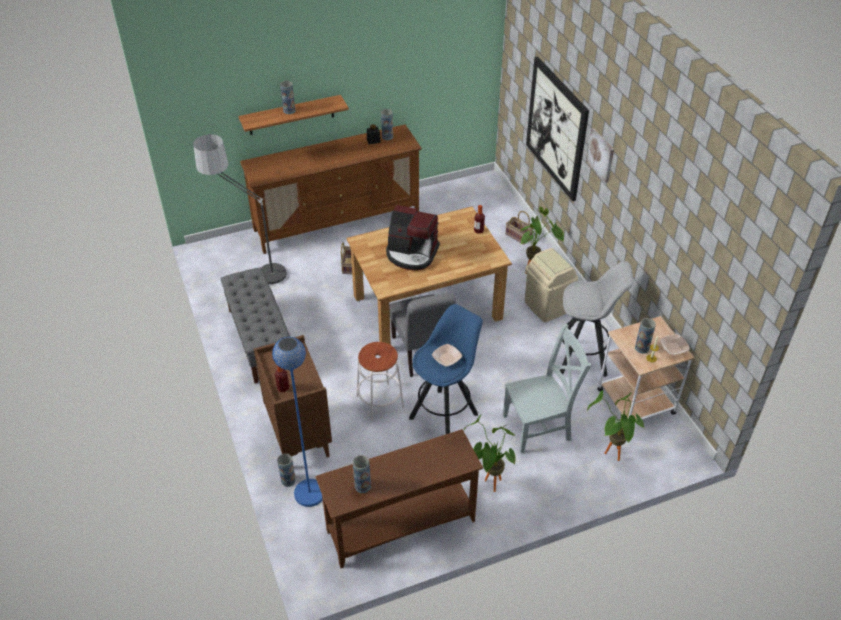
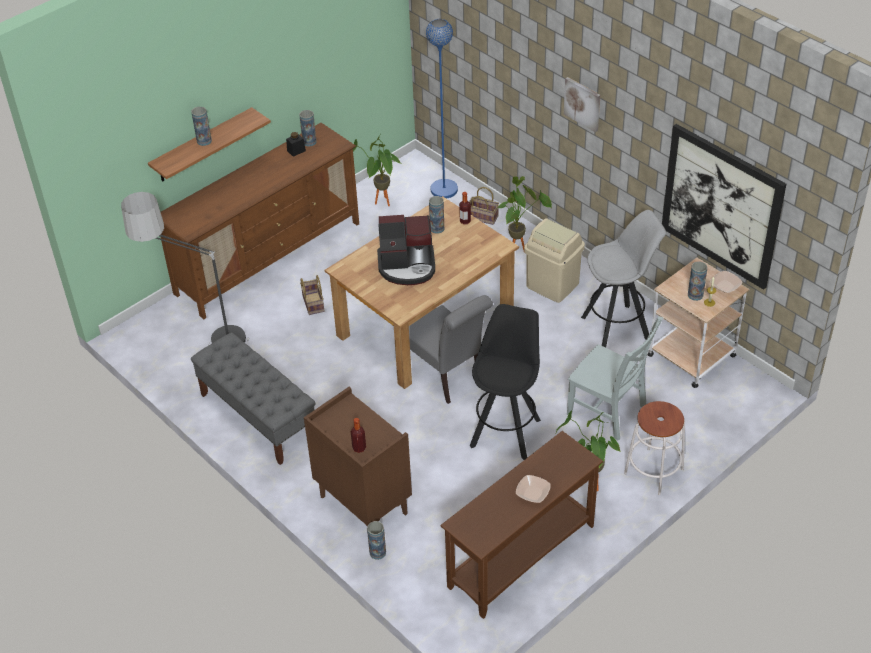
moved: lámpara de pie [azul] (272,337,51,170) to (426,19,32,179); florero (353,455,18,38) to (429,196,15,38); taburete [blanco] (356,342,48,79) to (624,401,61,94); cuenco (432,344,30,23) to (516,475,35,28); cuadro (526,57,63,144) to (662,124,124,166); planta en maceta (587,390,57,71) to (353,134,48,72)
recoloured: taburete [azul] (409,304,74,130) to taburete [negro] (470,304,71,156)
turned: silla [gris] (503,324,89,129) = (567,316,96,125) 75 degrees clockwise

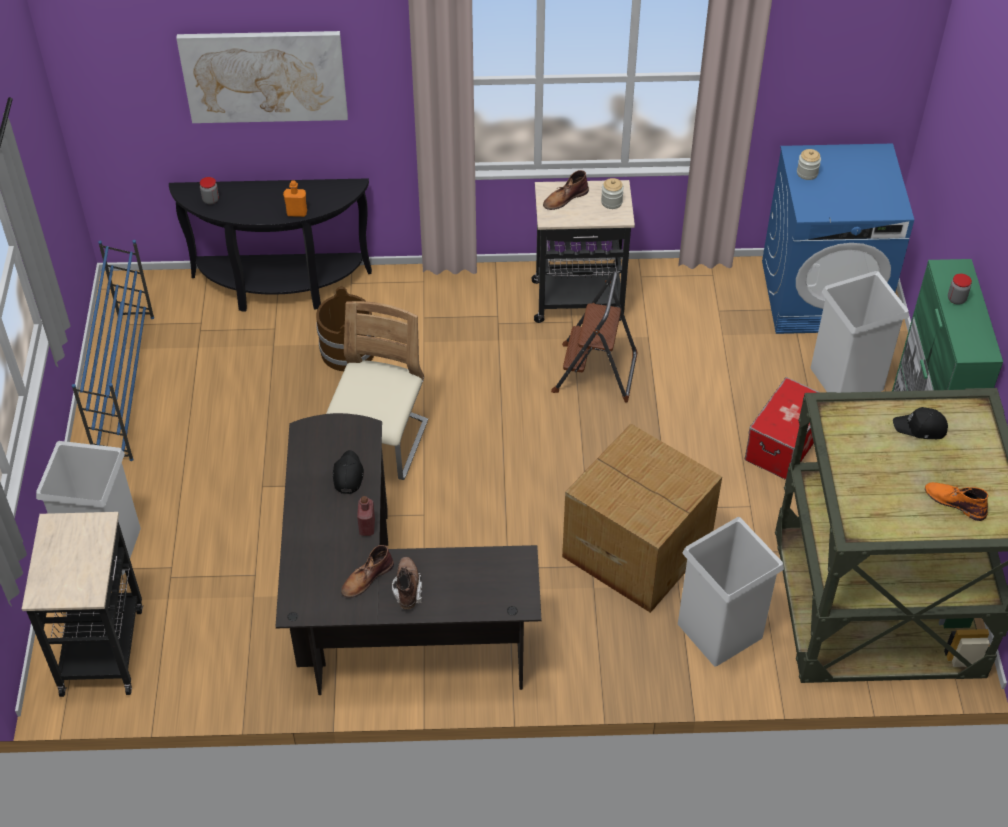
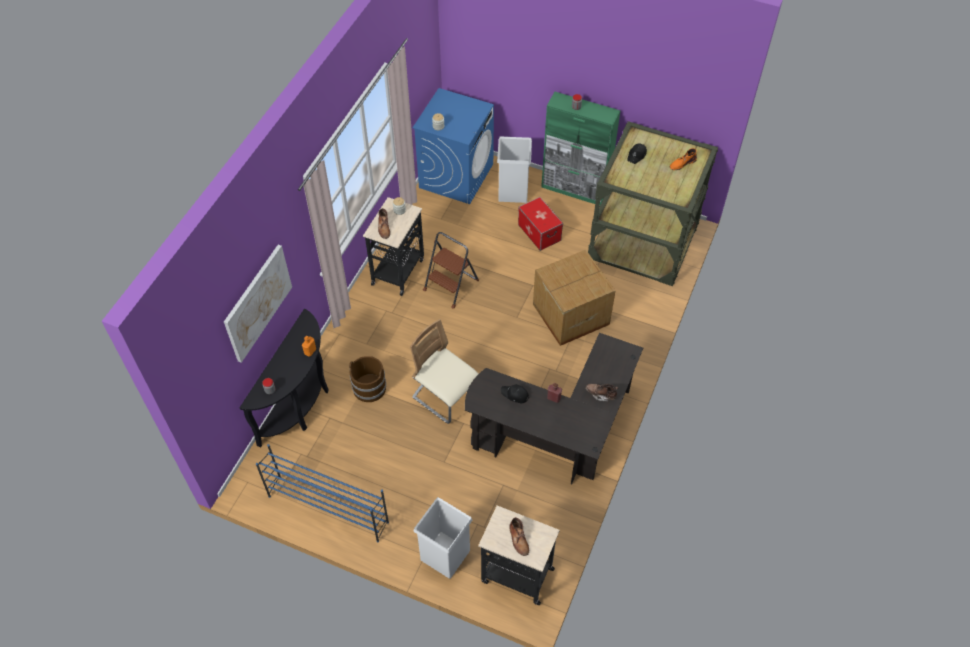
removed: papelera [blanco] (678,517,106,150)
moved: bota [marrón] (341,545,53,53) to (509,517,20,39)

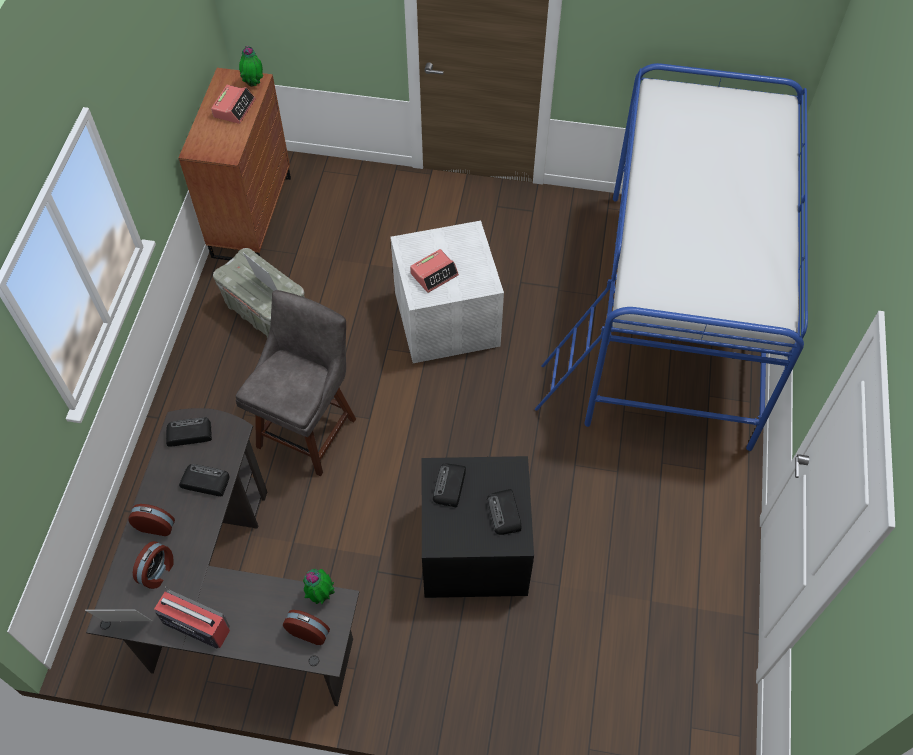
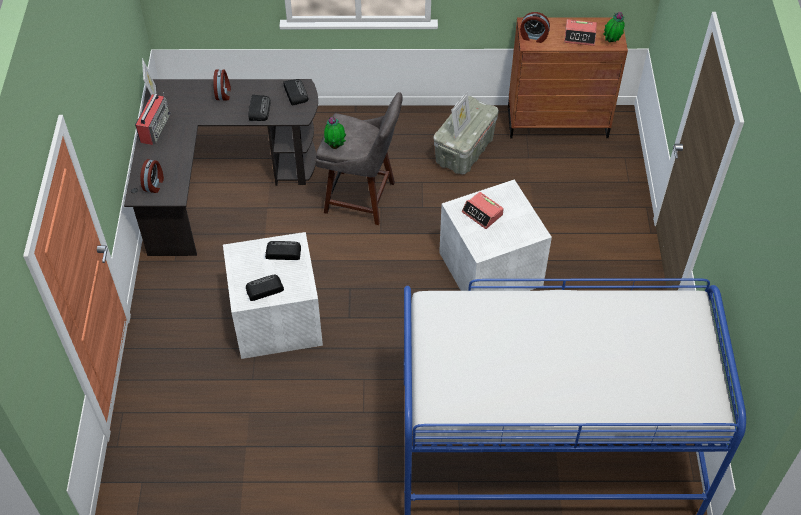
moved: despertador (133,541,41,48) to (520,12,30,31); planta en maceta (303,568,32,36) to (324,116,22,33)
recoloured: caja de almacenaje [negro] (422,456,112,142) to caja de almacenaje [blanco] (223,232,100,127)

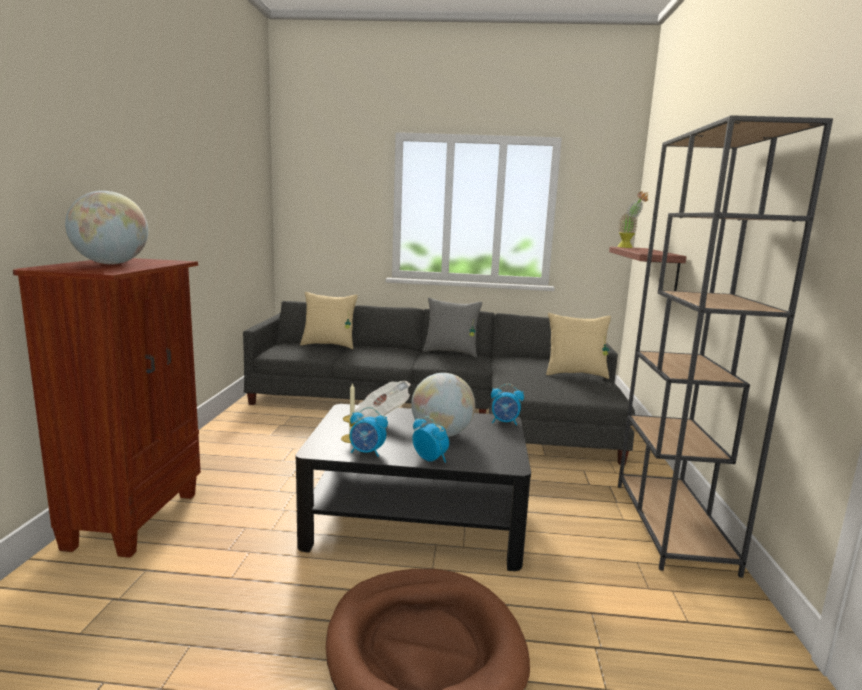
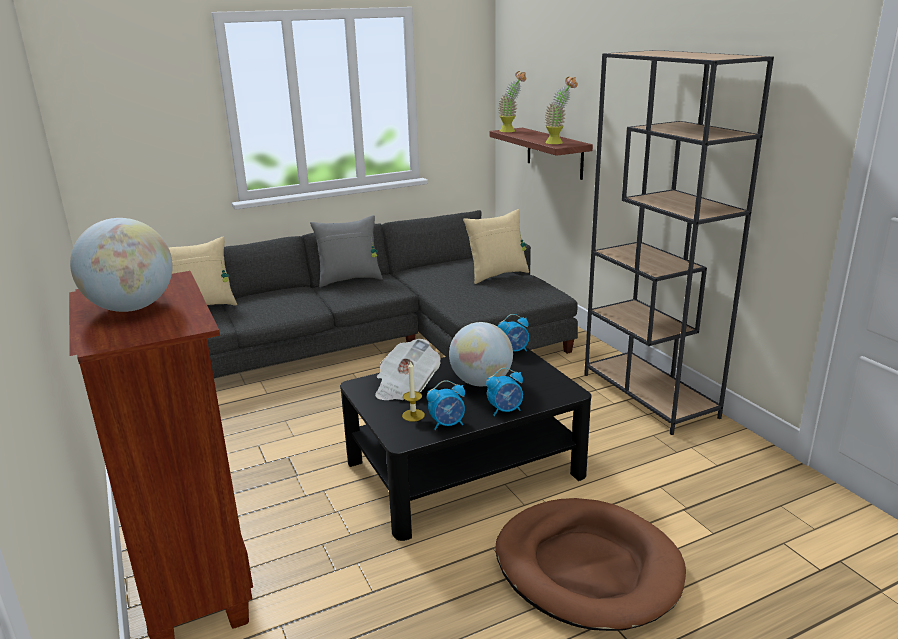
added: planta en maceta (544,77,34,67)
turned: despertador (412,416,37,47) = (486,368,37,48) 150 degrees clockwise

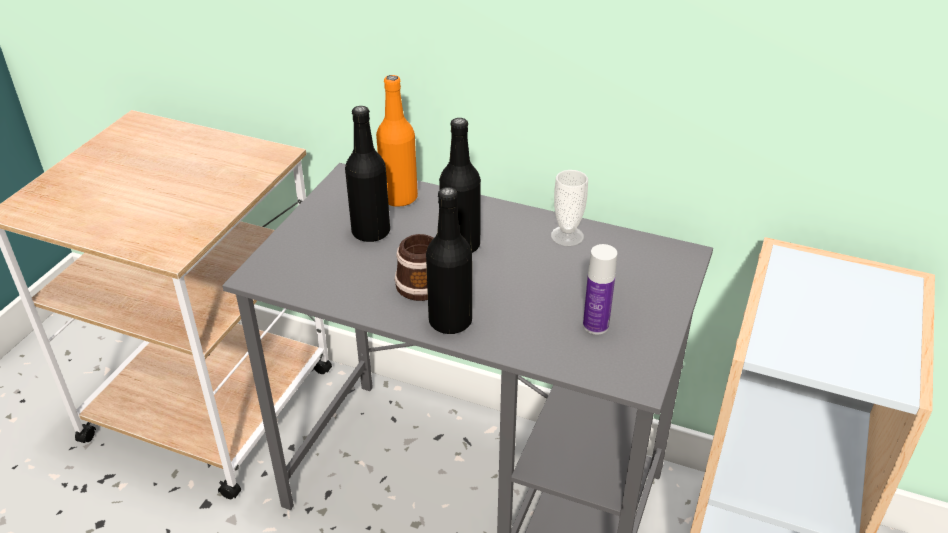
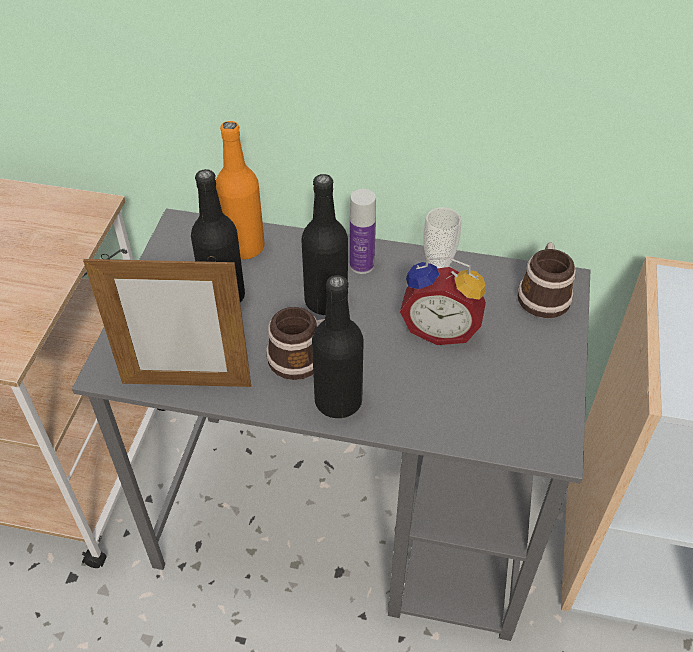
added: portarretratos (83,254,168,133); despertador (400,257,86,88); taza grande (518,242,58,76)
moved: botella (583,244,34,91) to (350,189,26,85)

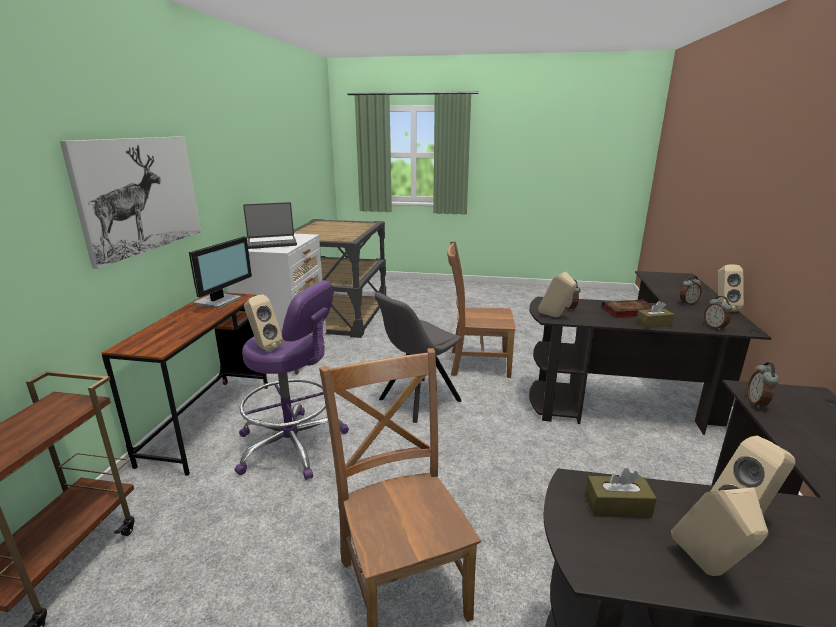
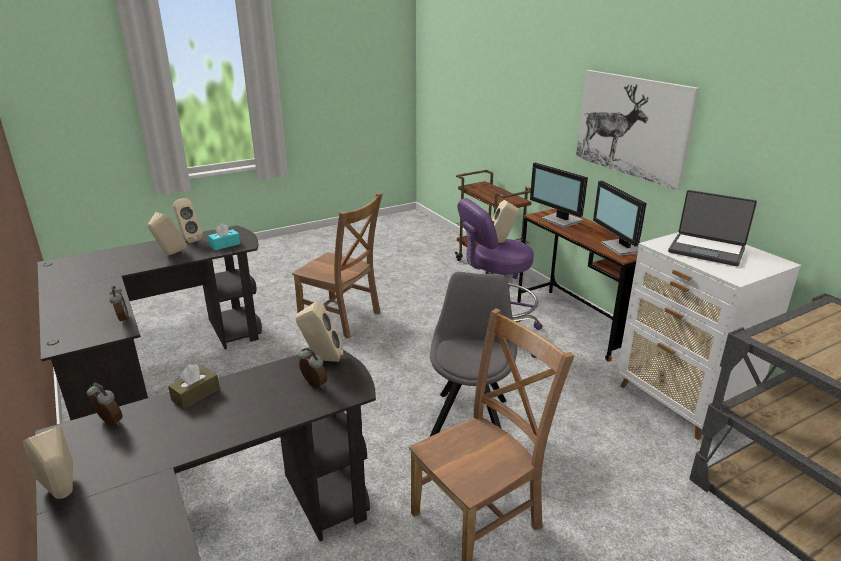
removed: libro (602,300,50,18); despertador (680,275,22,30)
added: monitor (530,163,58,65)
recoloured: caja de pañuelos [marrón] (585,468,72,50) to caja de pañuelos [turquesa] (208,223,32,27)
turned: portátil (243,202,54,47) = (668,190,89,76) 90 degrees counterclockwise

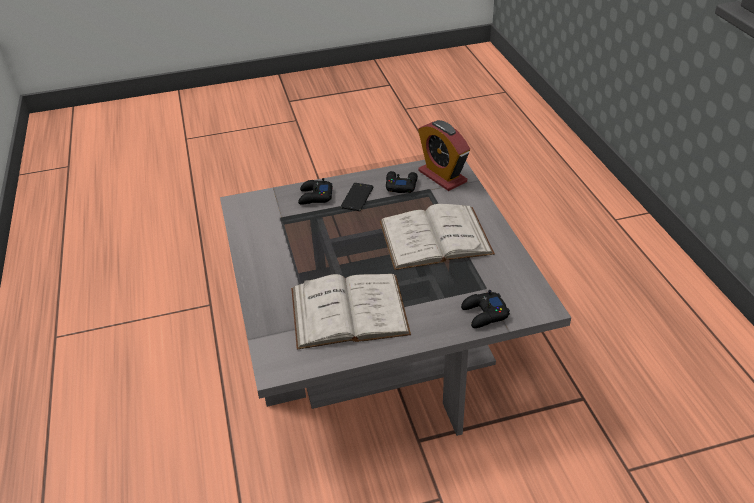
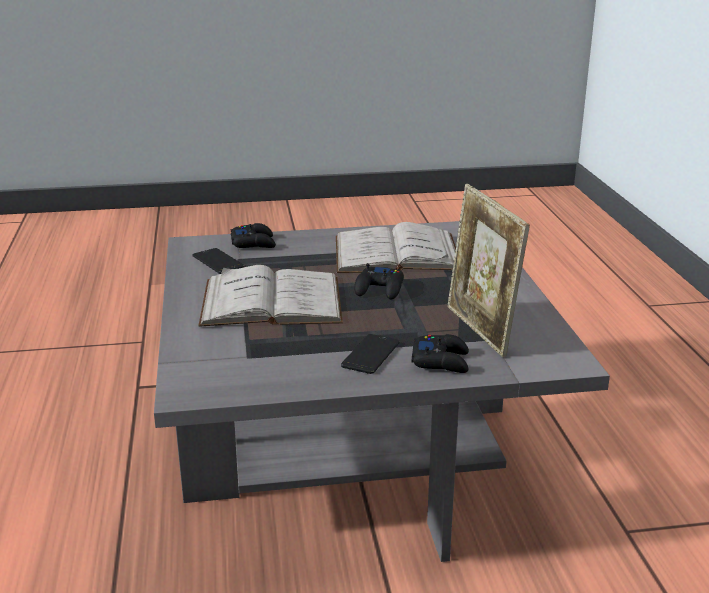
removed: despertador (418,120,52,71)
added: móvil (193,248,51,26); portarretratos (447,184,83,173)
moved: mando de consola [negro] (386,171,32,22) to (354,263,50,37)

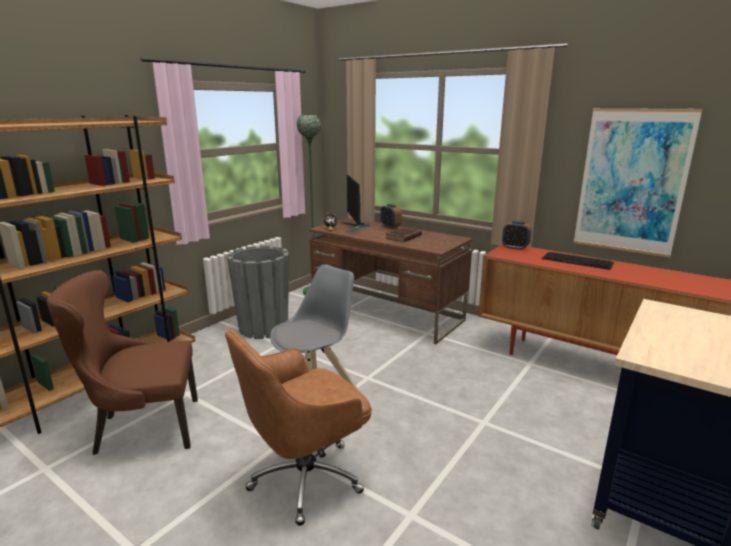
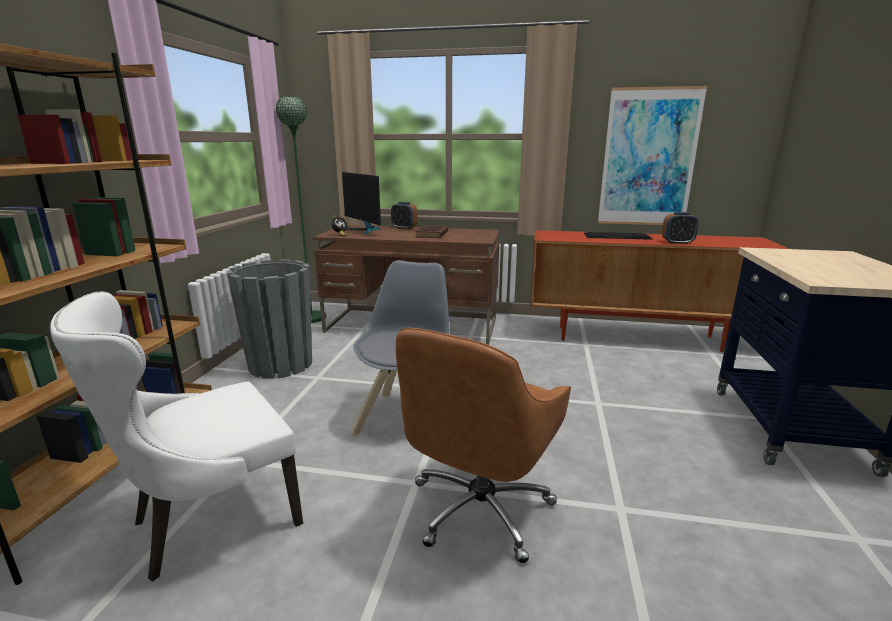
moved: despertador (502,221,30,29) to (662,212,37,32)
recoloured: silla [marrón] (47,270,151,185) to silla [blanco] (50,291,253,291)

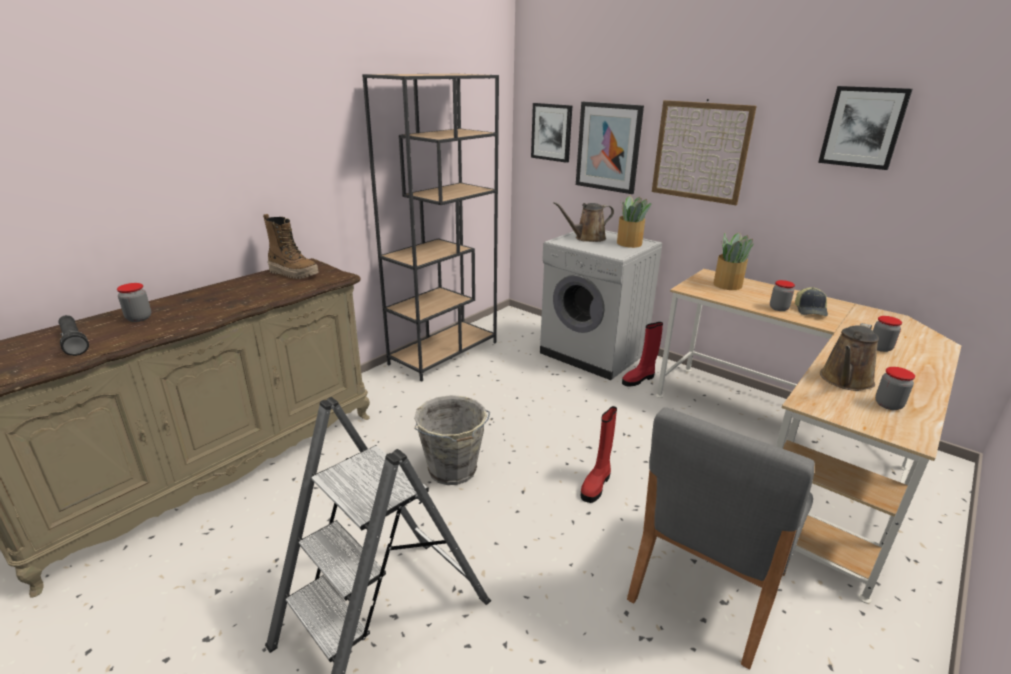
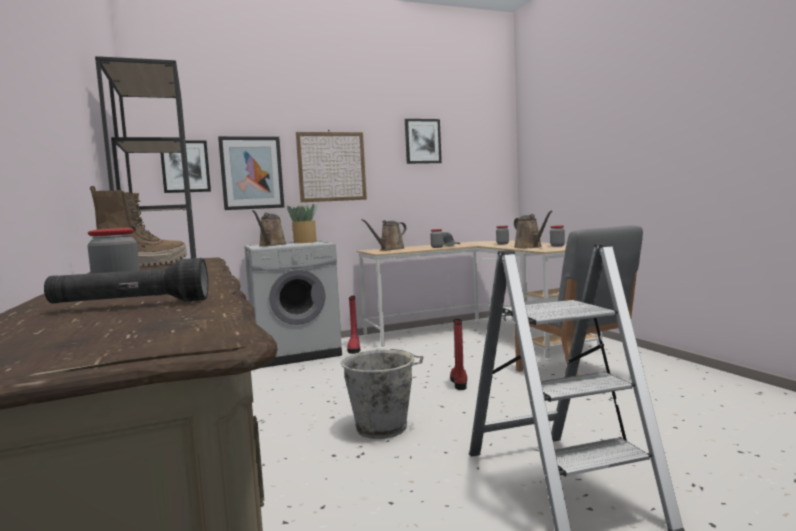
replaced: planta en maceta (714,232,40,58) to regadera [marrón] (362,219,44,31)
turned: bota [rojo] (581,406,36,97) = (450,319,17,71) 150 degrees counterclockwise

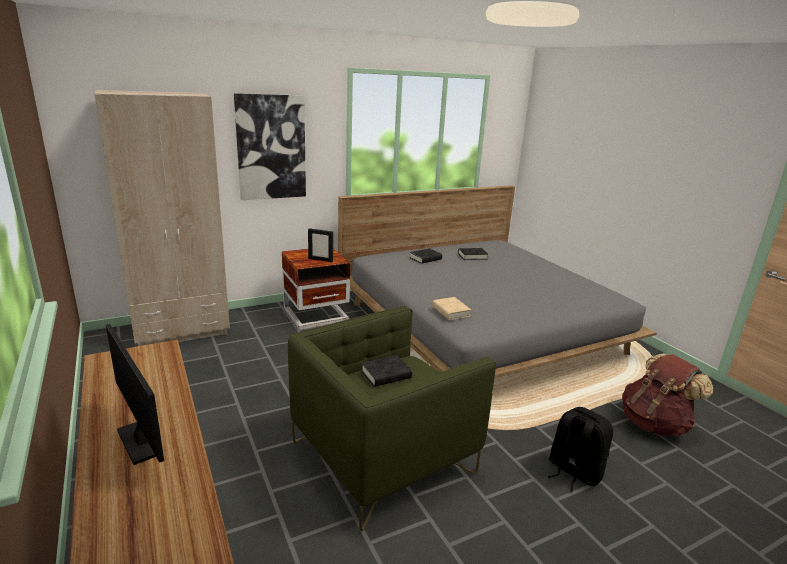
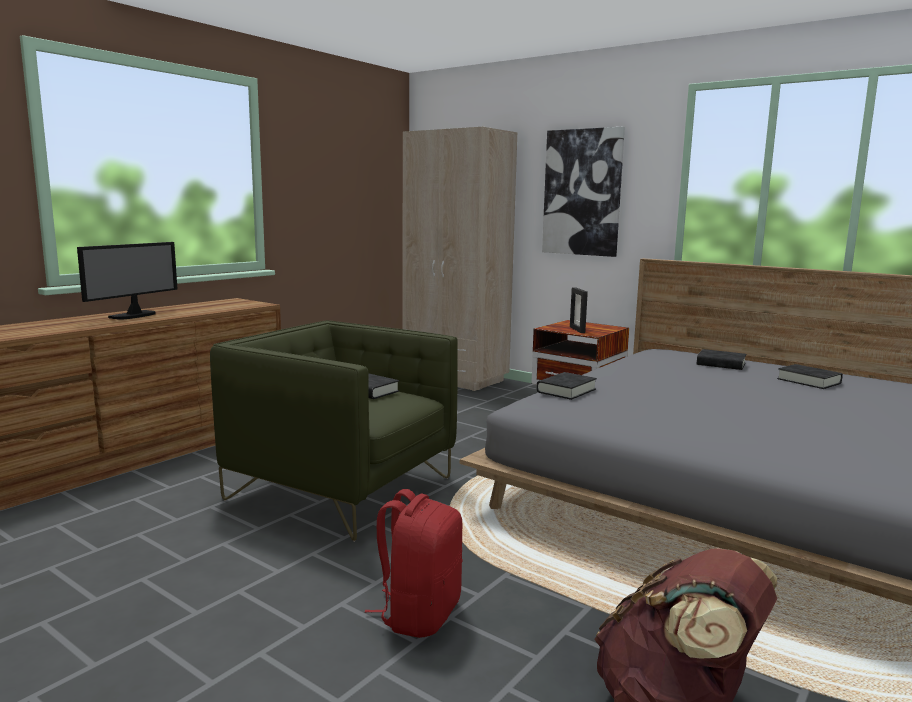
recoloured: libro [beis] (432,297,39,23) to libro [negro] (536,372,61,28); mochila [negro] (548,407,65,85) to mochila [rojo] (365,489,98,149)

